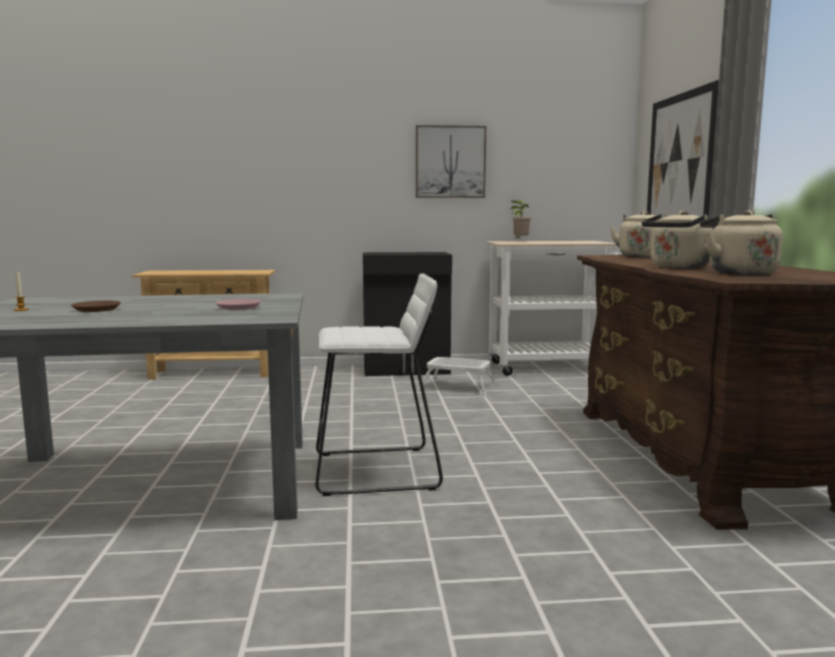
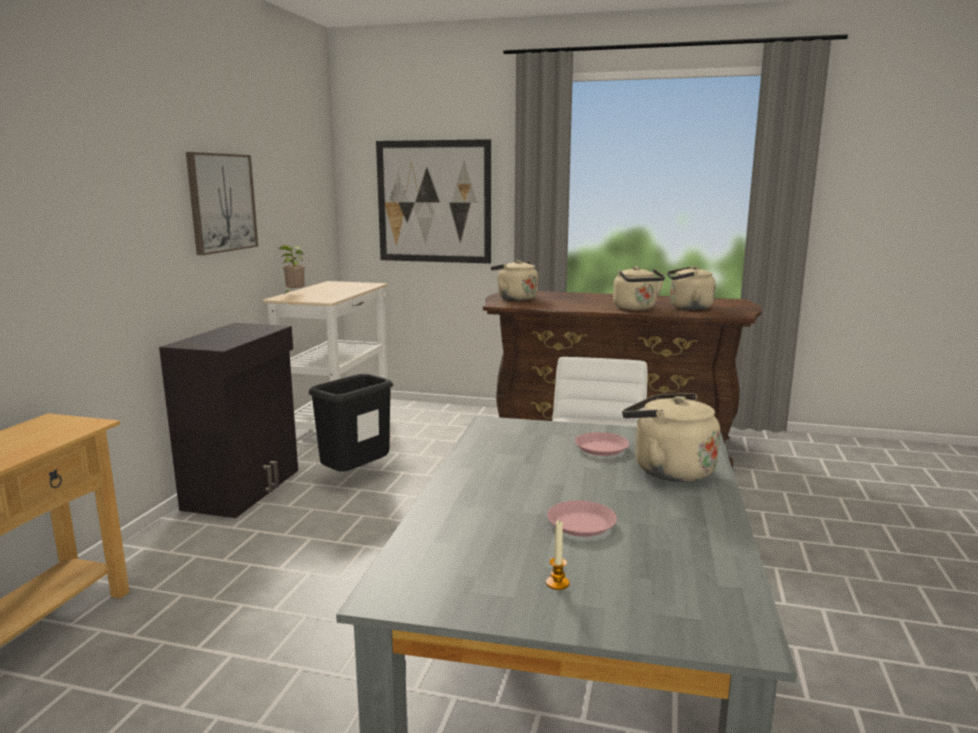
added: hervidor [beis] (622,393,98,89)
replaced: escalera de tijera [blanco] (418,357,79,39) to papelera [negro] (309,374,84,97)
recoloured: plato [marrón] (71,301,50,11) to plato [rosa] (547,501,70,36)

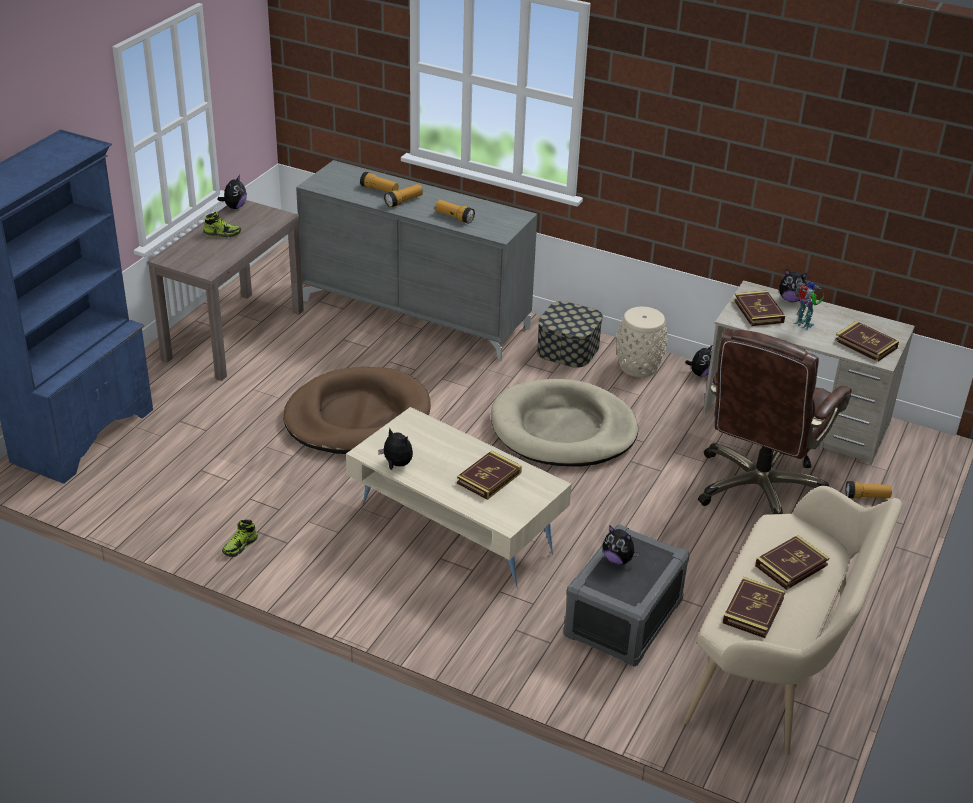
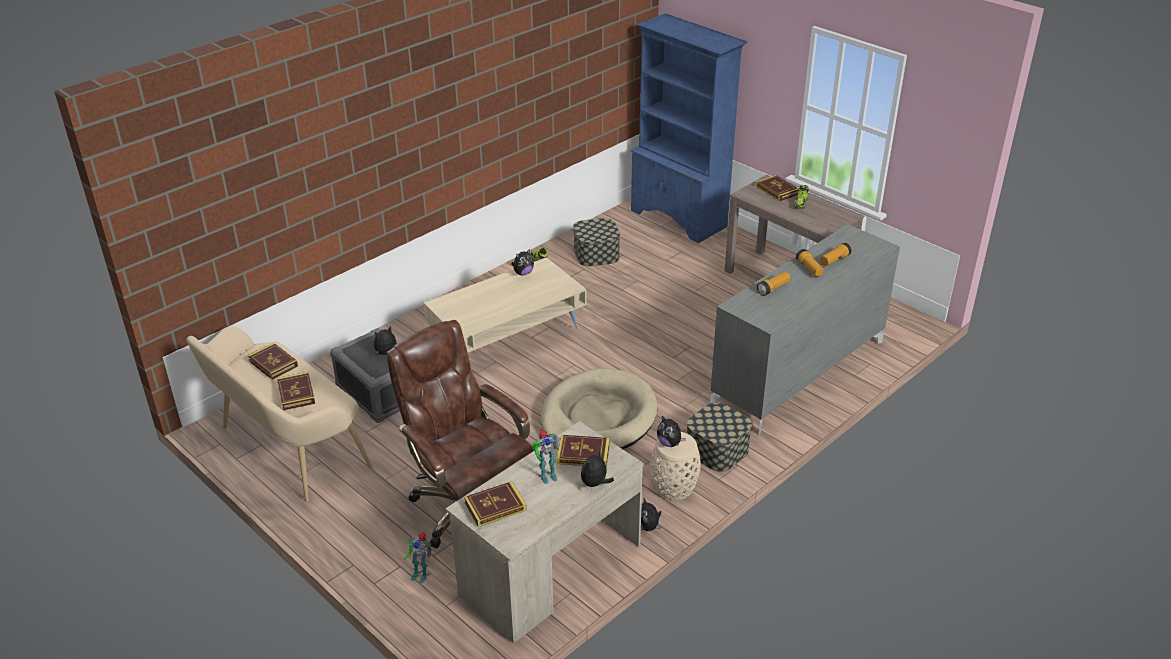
removed: cama para perro [marrón] (283,367,148,87)
added: caja de almacenaje (573,218,47,48)
moved: peluche (217,175,30,34) to (657,416,29,31); libro (457,450,65,50) to (756,175,43,26)
replaced: linterna (845,481,47,17) to robot de juguete (404,532,28,52)

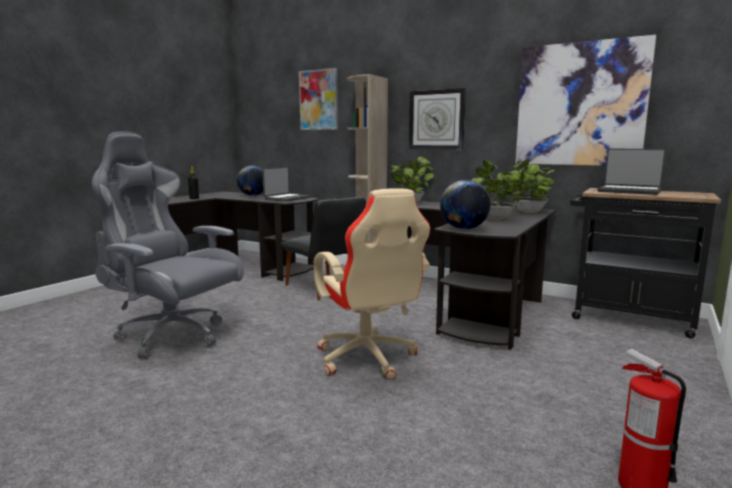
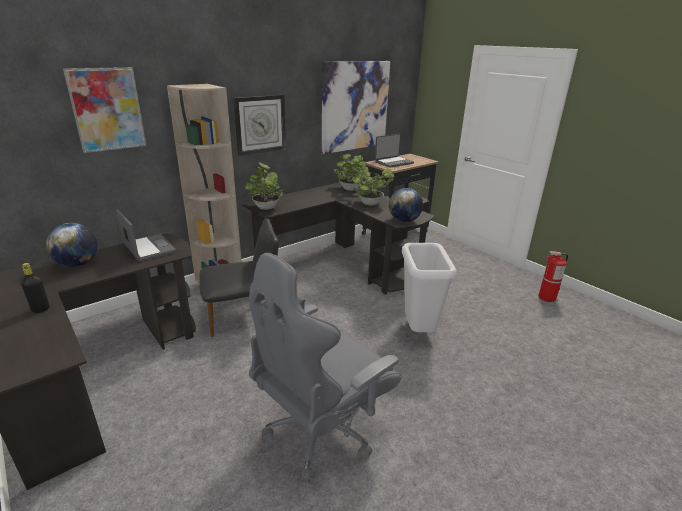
replaced: silla de oficina [beis] (313,188,117,192) to papelera [blanco] (402,243,55,89)

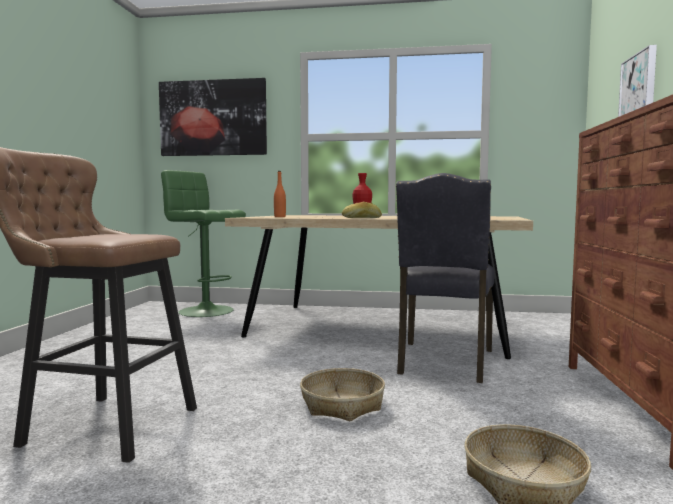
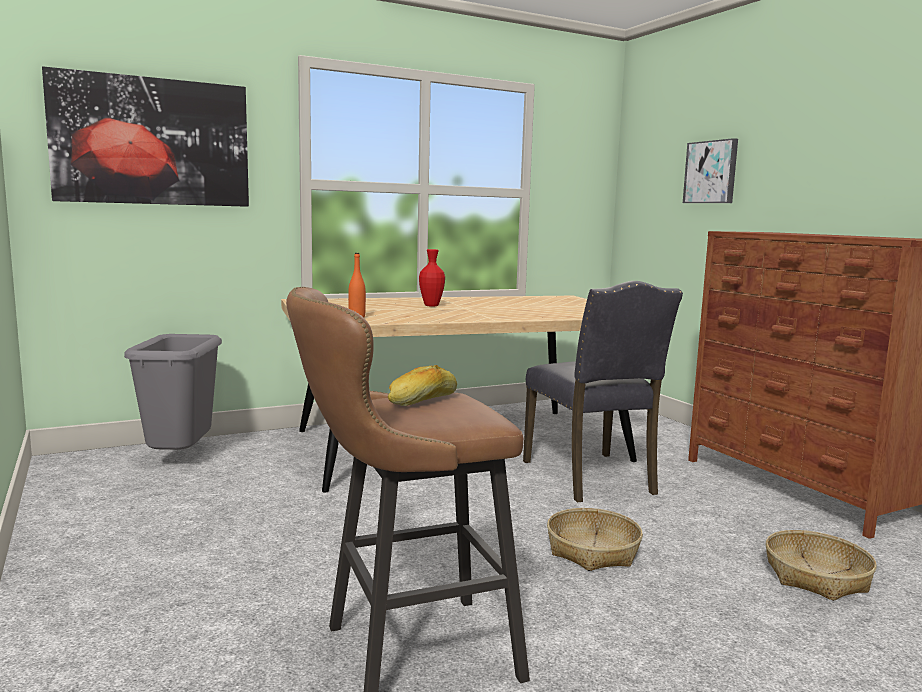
moved: pan (342,202,40,16) to (388,365,69,41)
replaced: taburete [verde] (161,170,85,147) to papelera [gris] (124,334,98,116)

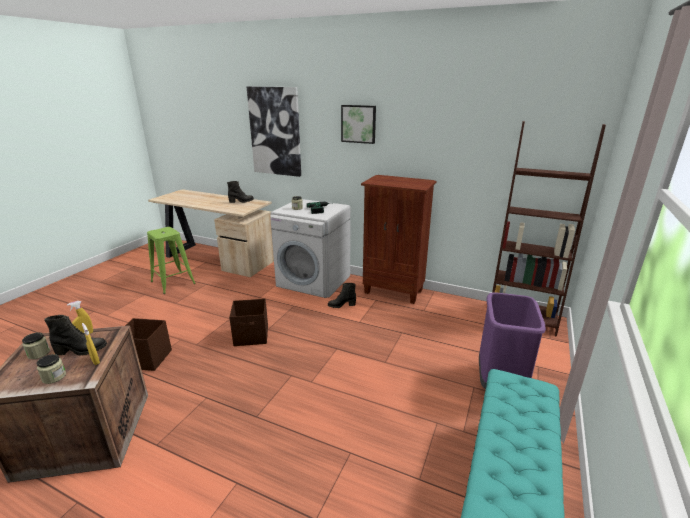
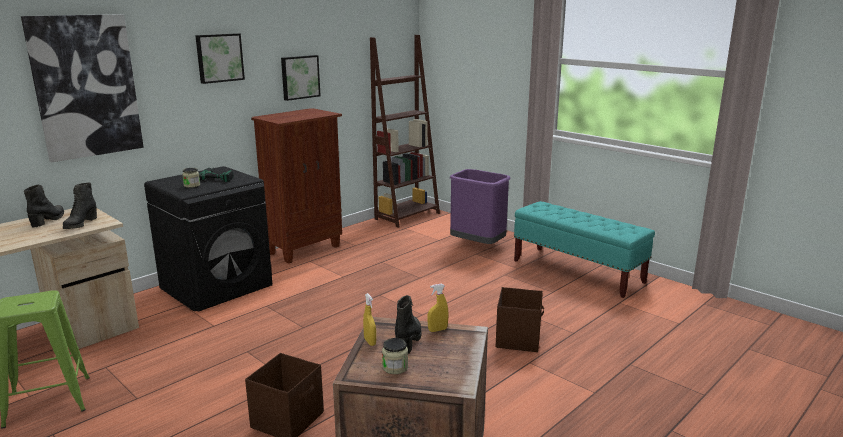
removed: tarro (37,354,29,30)
added: cuadro (281,55,40,46)
moved: caja de almacenaje [marrón] (229,299,39,47) to (496,287,48,65); bota [negro] (328,283,28,25) to (63,183,34,46)
recoloured: lavadora [blanco] (270,199,81,99) to lavadora [negro] (144,166,128,146)

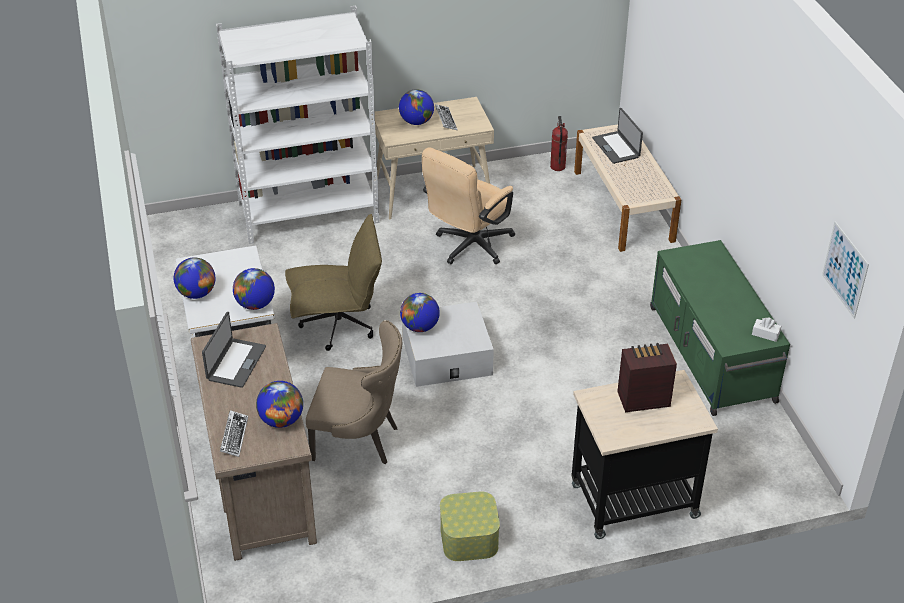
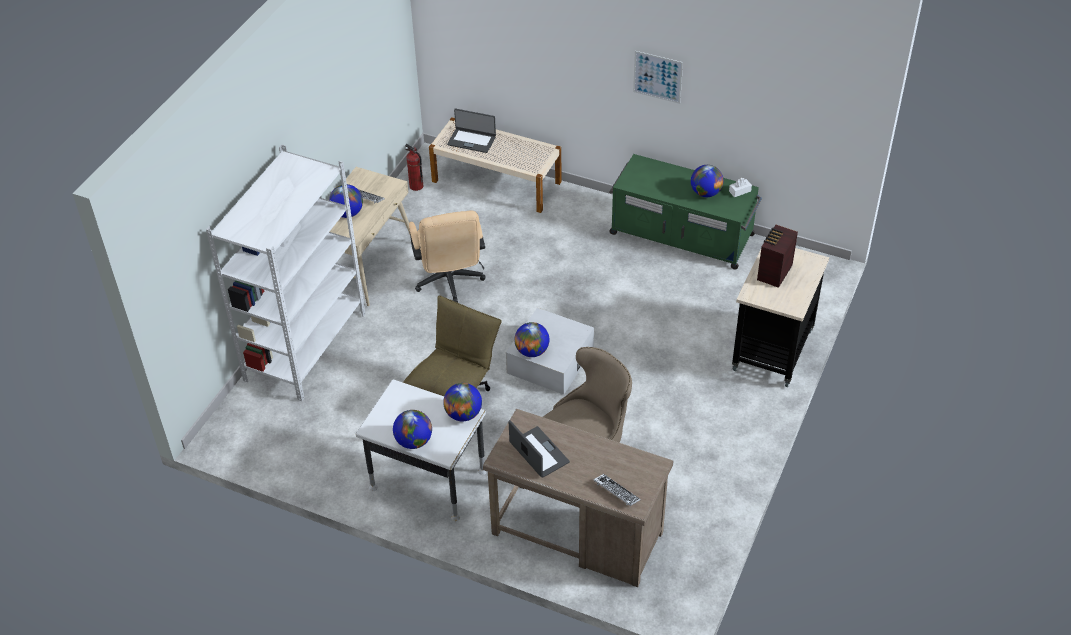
removed: caja de almacenaje (440,491,60,70)
moved: globo terráqueo (256,381,47,47) to (691,165,33,32); cuadro (822,221,47,97) to (633,51,50,53)

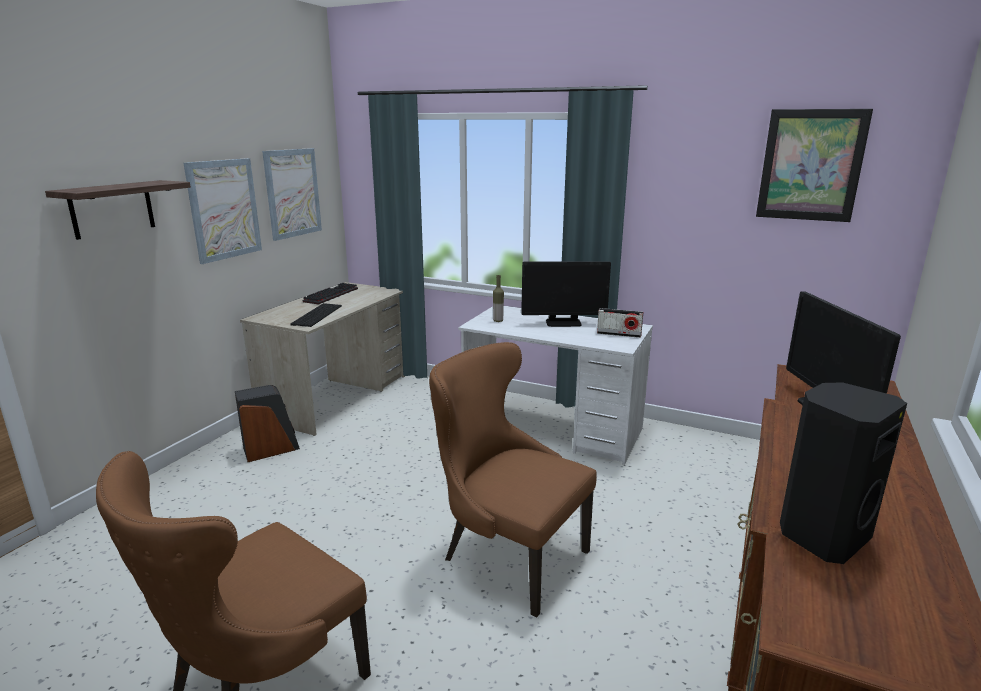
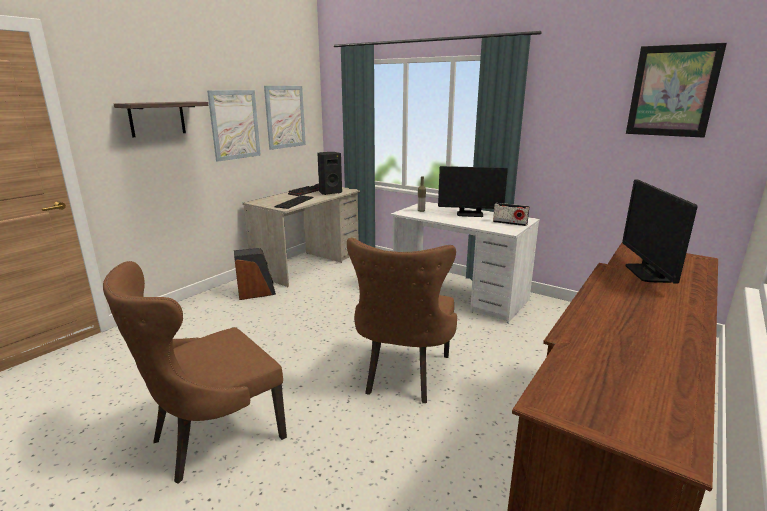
moved: altavoz [negro] (780,382,127,182) to (317,152,25,43)
turned: silla [marrón] (429,342,168,276) = (347,238,110,165) 120 degrees counterclockwise

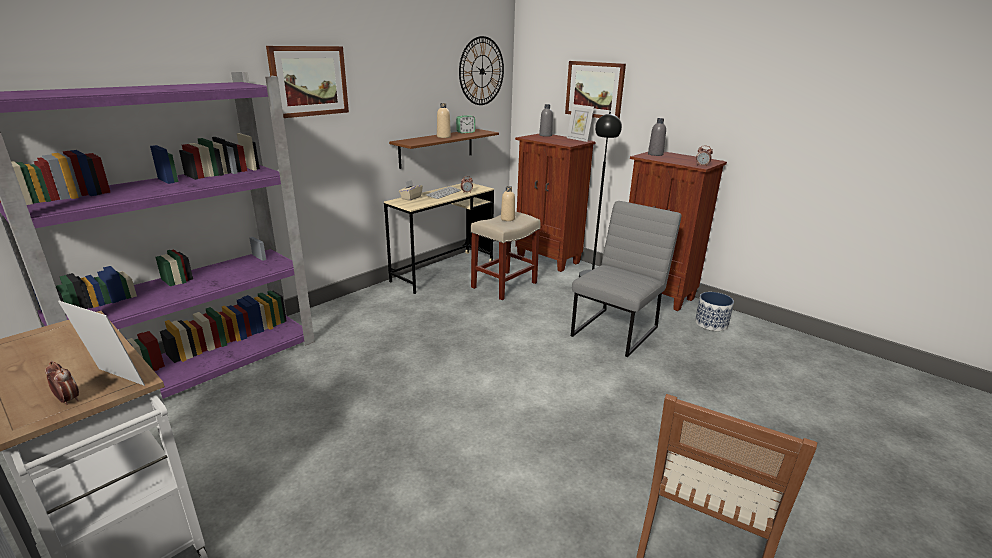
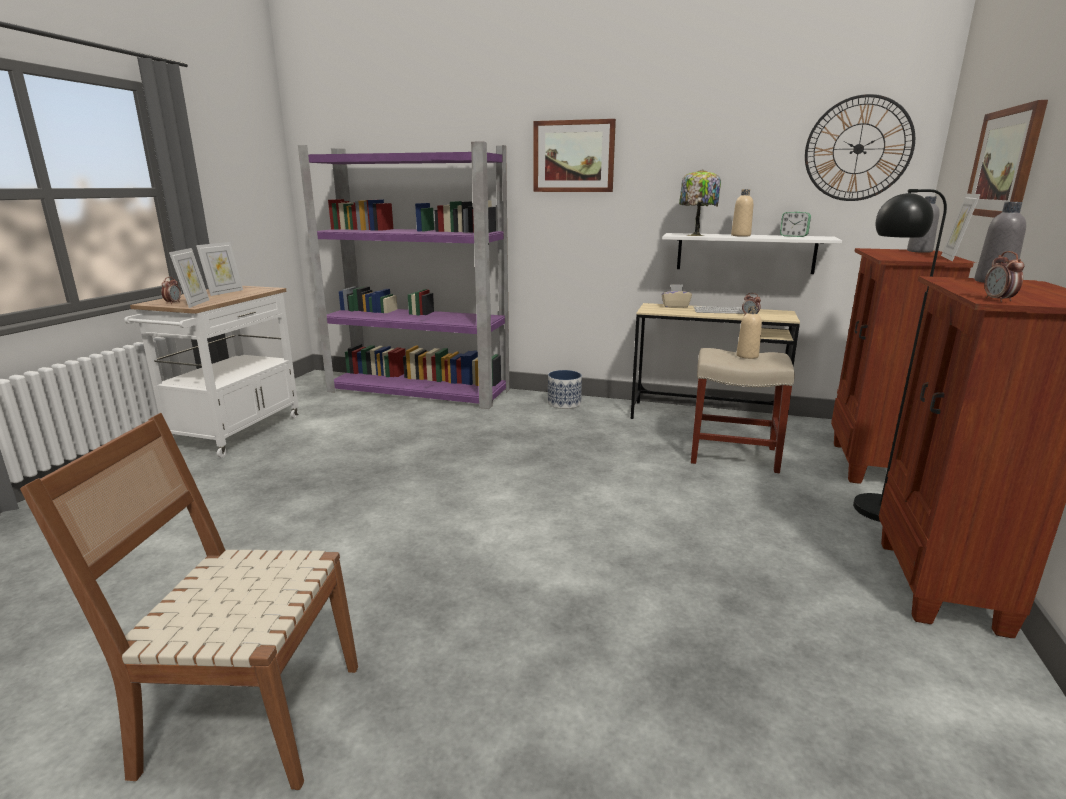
removed: silla [gris] (571,201,110,156)
added: portarretratos (196,242,47,54); lámpara de mesa (679,169,42,67)
moved: maceta (695,292,39,39) to (548,370,34,39)
recoloured: estante [marrón] (389,129,110,40) to estante [blanco] (662,233,180,41)

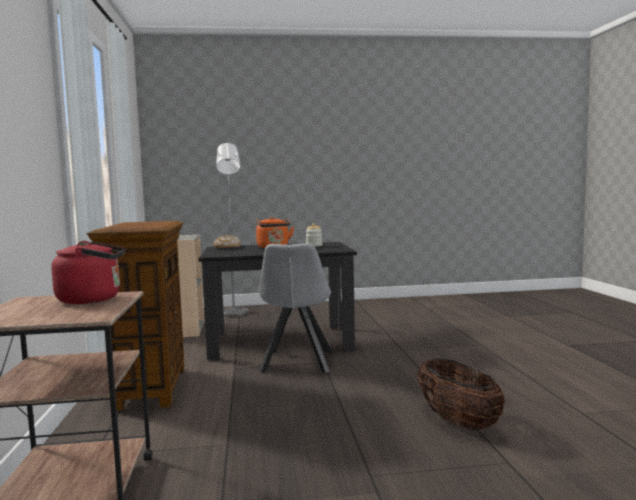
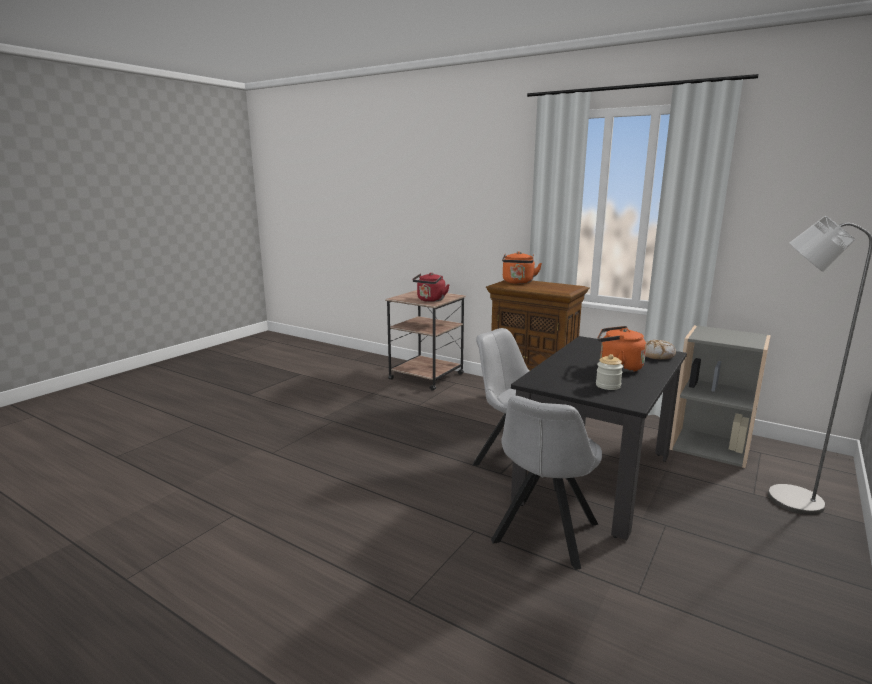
removed: cesta (417,359,88,72)
added: silla [gris] (491,396,111,174); hervidor [naranja] (502,251,40,33)

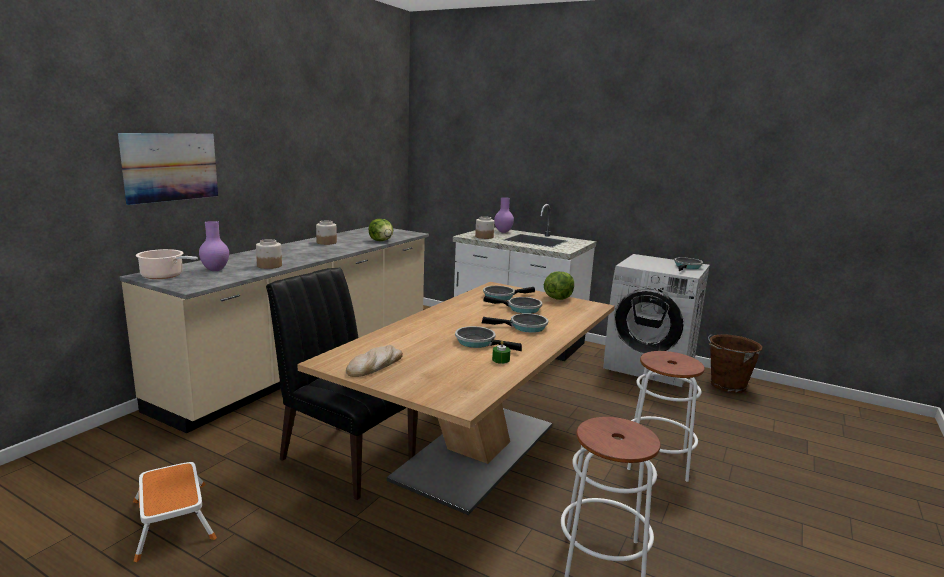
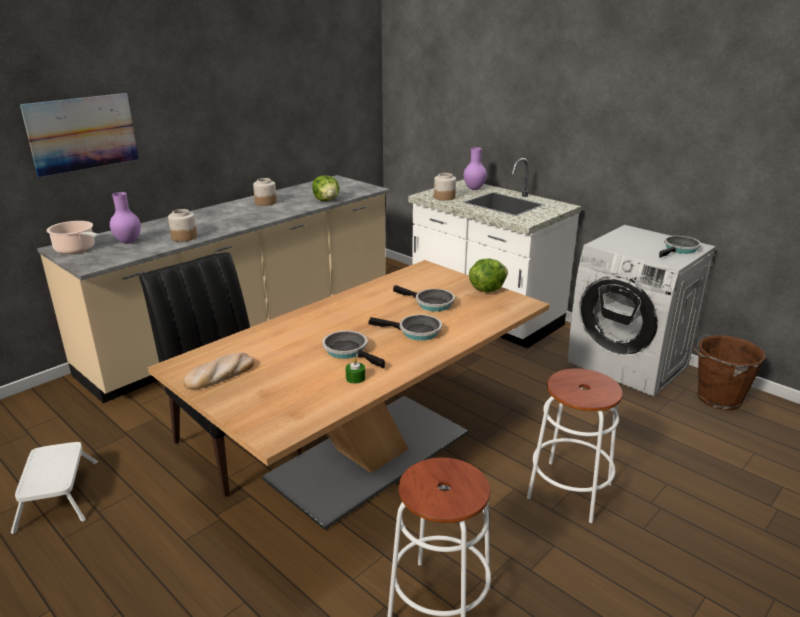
removed: sartén (483,286,52,14)
recoloured: escalera de tijera [naranja] (133,462,84,100) to escalera de tijera [blanco] (11,442,87,92)

